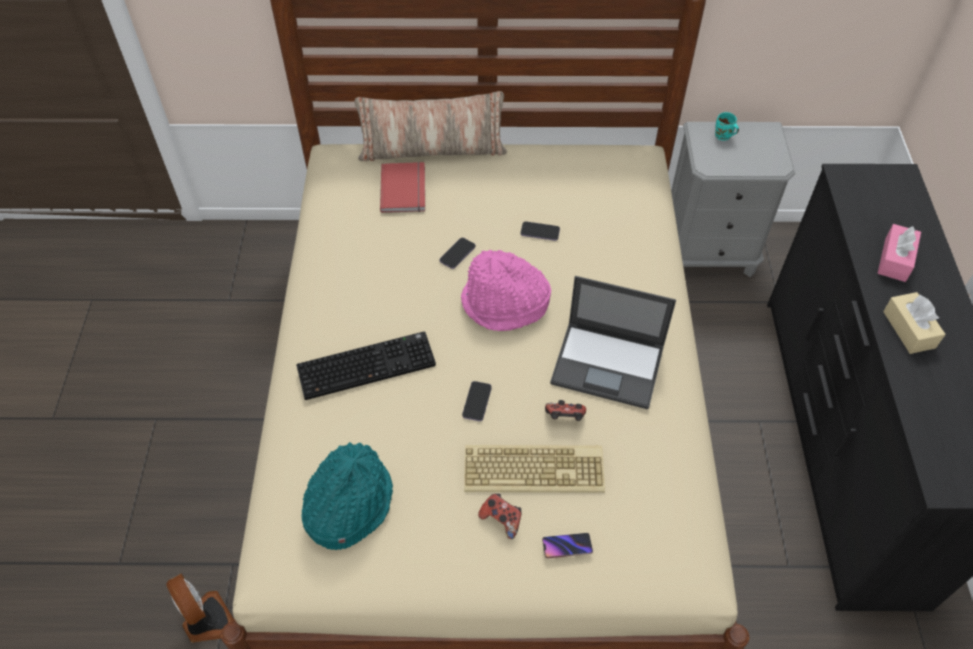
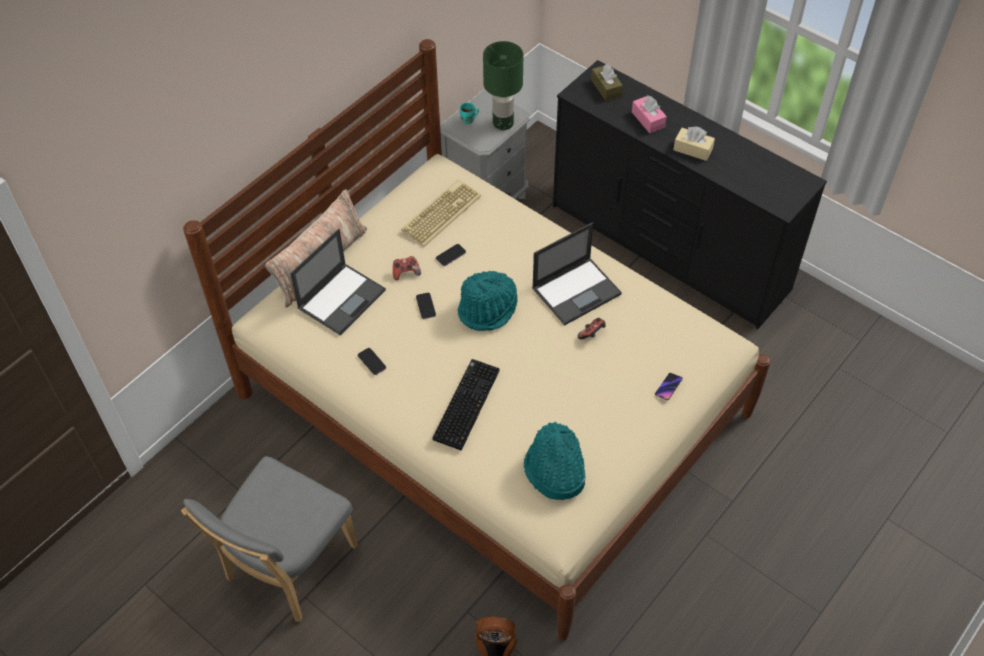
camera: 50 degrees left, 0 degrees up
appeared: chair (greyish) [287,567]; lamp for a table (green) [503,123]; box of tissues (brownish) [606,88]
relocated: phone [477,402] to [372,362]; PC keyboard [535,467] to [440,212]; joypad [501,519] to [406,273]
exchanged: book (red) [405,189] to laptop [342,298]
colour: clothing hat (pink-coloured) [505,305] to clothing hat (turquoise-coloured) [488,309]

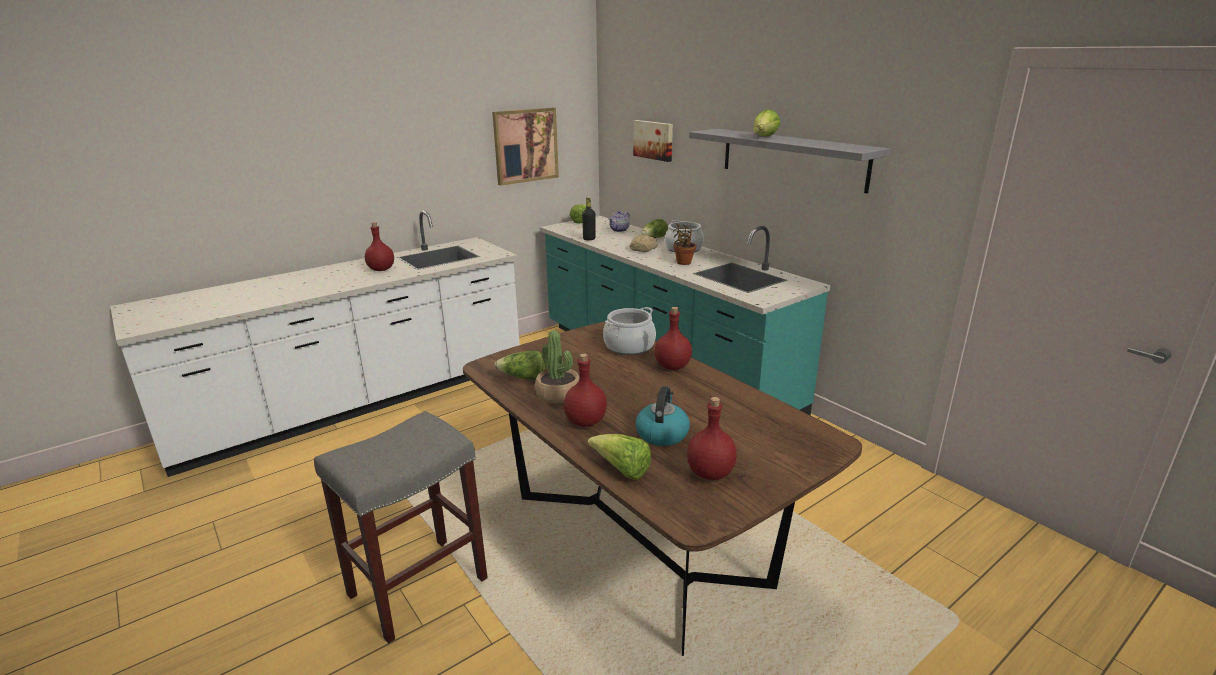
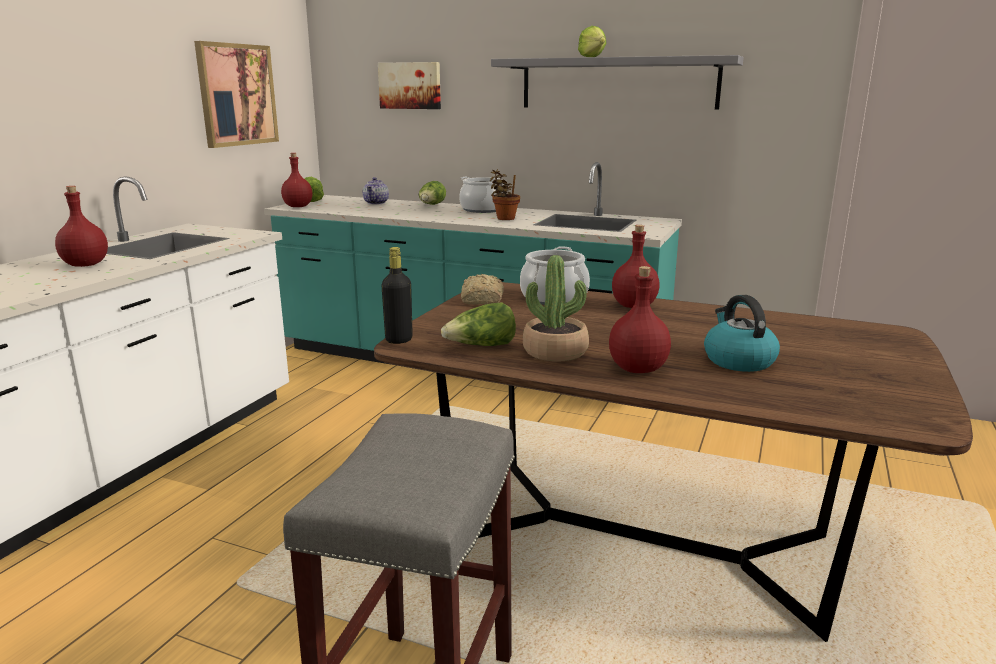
camera: 30 degrees left, 5 degrees down
missing: lettuce [621,470]
relocated: bottle (black-coloured) [589,239] to [399,340]; bakery bread [643,249] to [482,300]; bottle (red) [710,472] to [298,206]

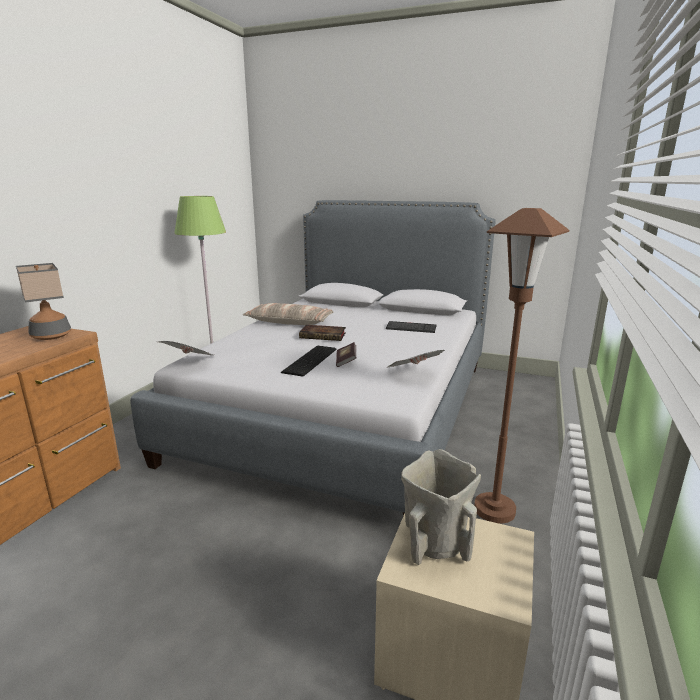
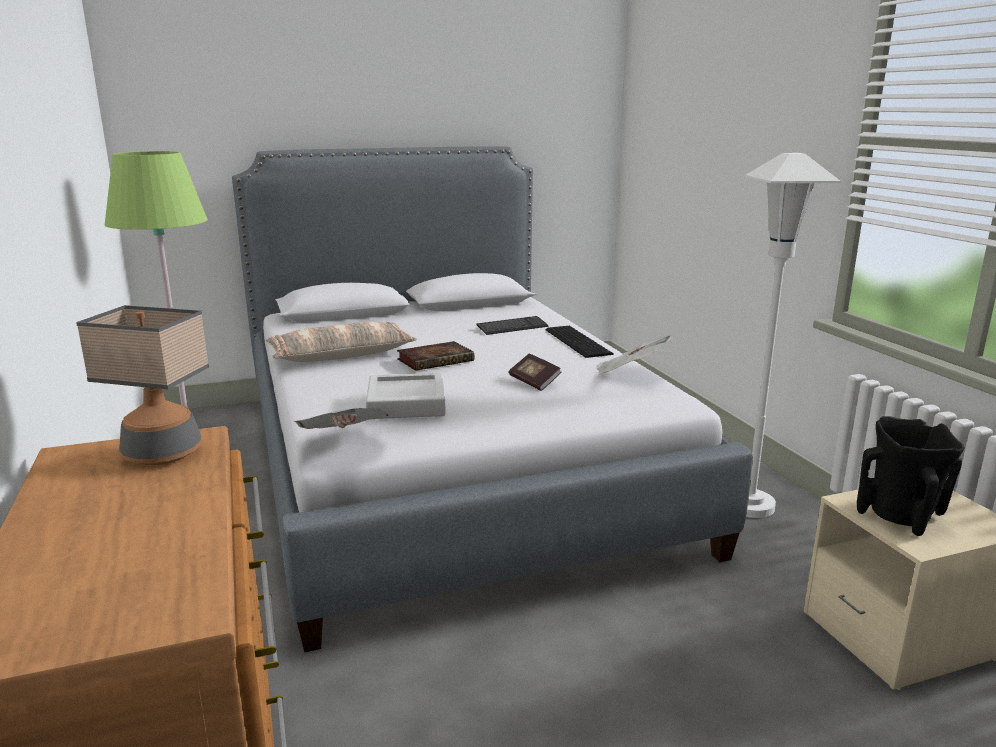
camera: 40 degrees left, 0 degrees up
appeared: tray (greyish) [406,403]
relocated: PC keyboard [312,360] to [578,341]
colour: decorative vase (sand-coloured) [435,545] to decorative vase (black-coloured) [900,517]; standing lamp (brownish) [494,510] to standing lamp (white-coloured) [750,506]

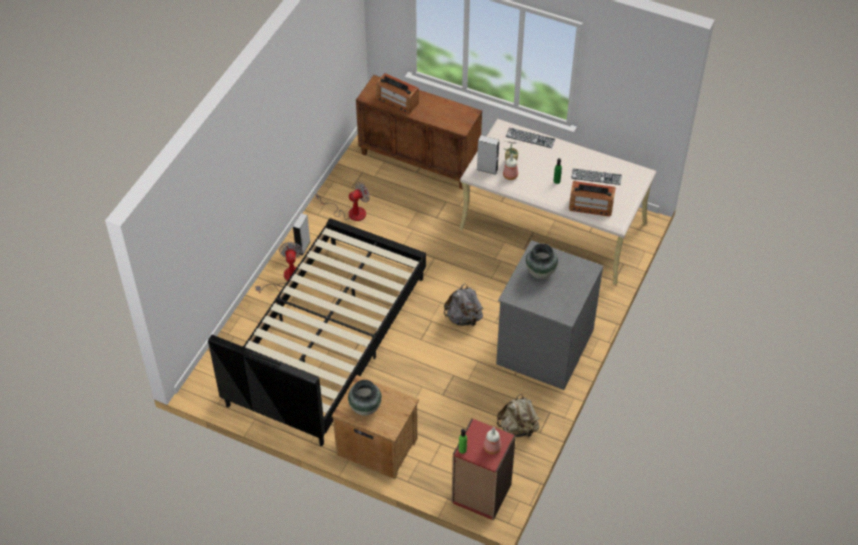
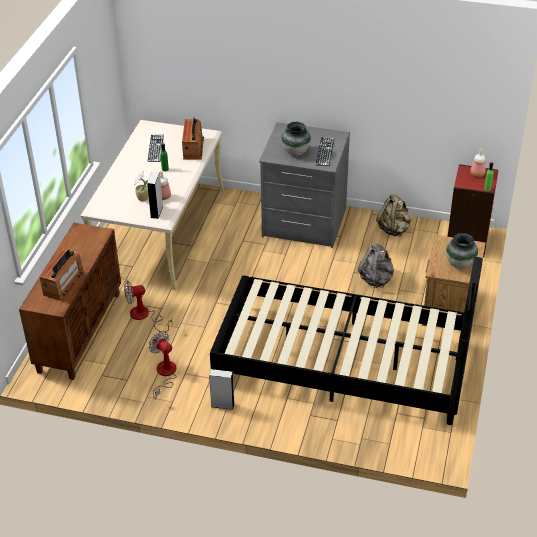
camera: 100 degrees left, 10 degrees down
relocated: cooling fan [287,278] to [144,316]; knapsack (greyish) [464,318] to [376,279]; PC keyboard [530,138] to [325,151]

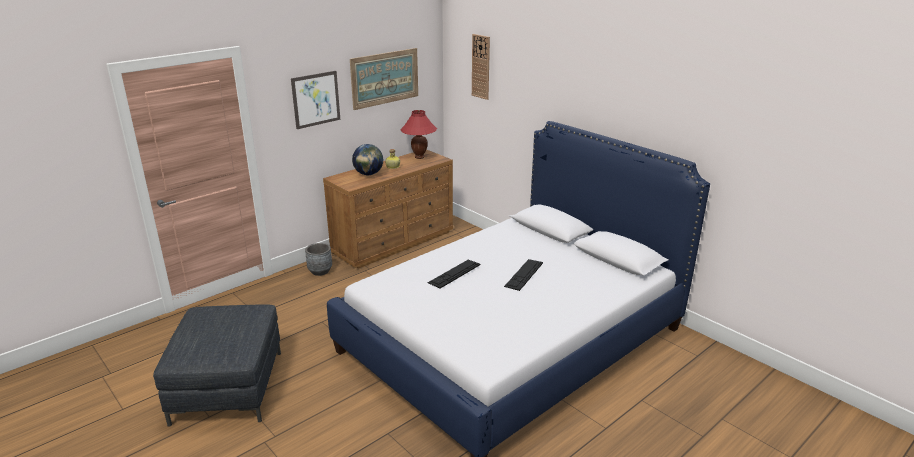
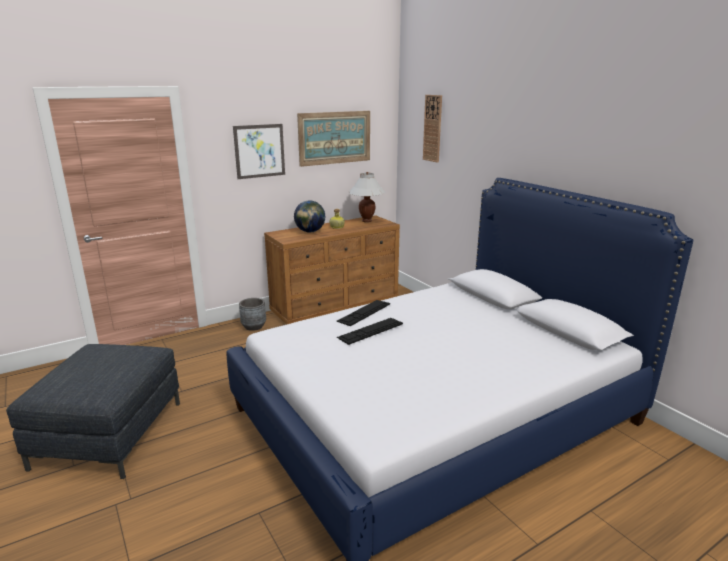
camera: 10 degrees right, 5 degrees down
relocated: PC keyboard [524,274] to [364,312]
colour: lamp for a table (red) [419,157] to lamp for a table (white-coloured) [367,221]

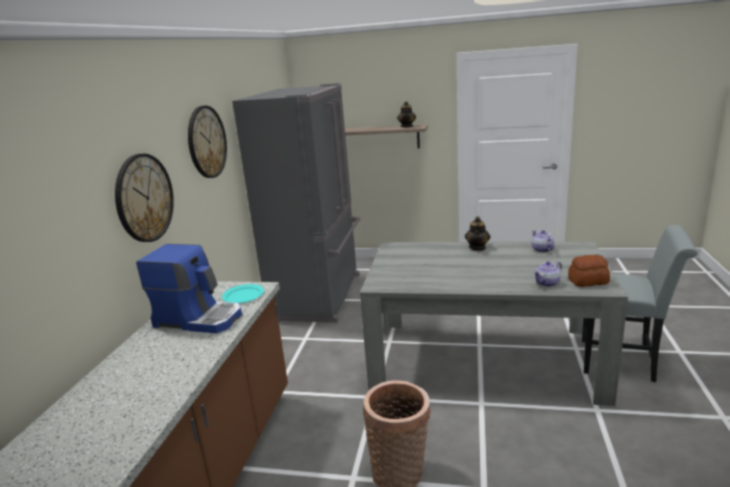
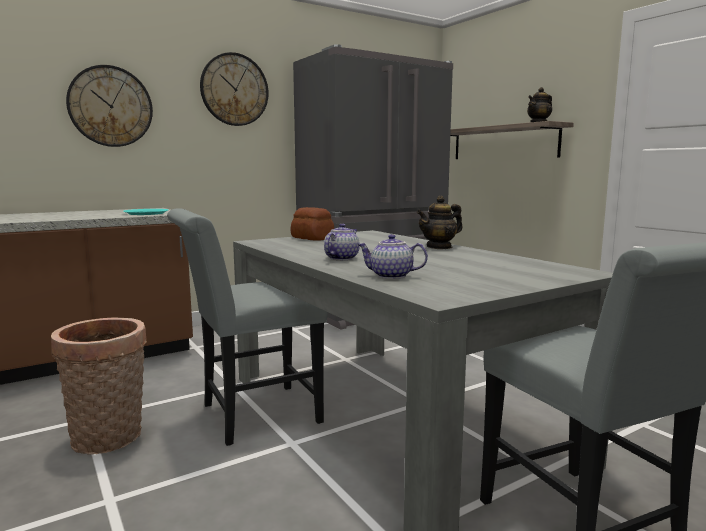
camera: 45 degrees right, 10 degrees down
missing: coffee brewer [199,318]
appeared: chair (greyish) [251,415]
relocated: pot for tea [541,250] to [341,258]; bakery bread [587,281] to [312,238]

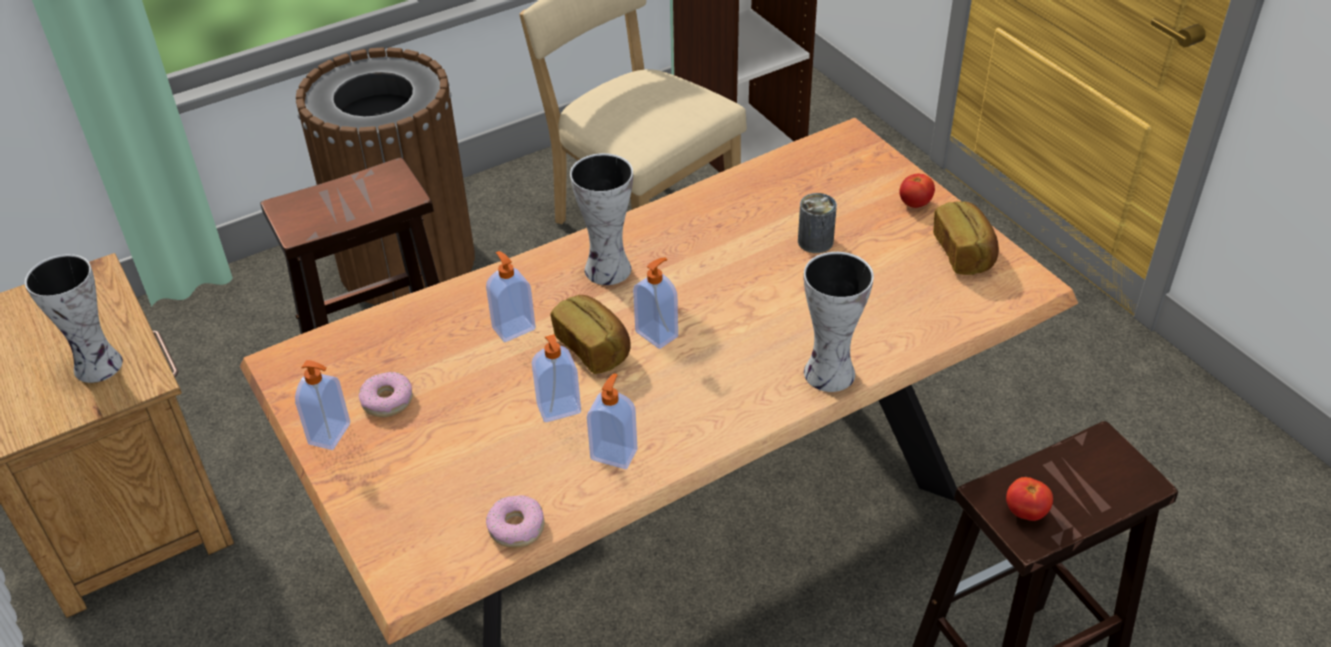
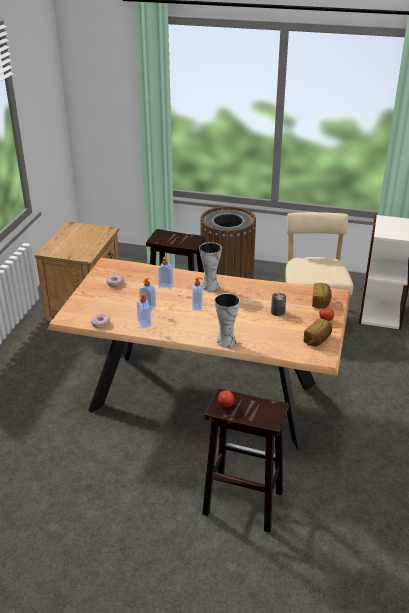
camera: 45 degrees right, 10 degrees down
missing: decorative vase [99,367]; liquid soap bottle [331,434]
relocated: bakery bread [593,348] to [321,302]

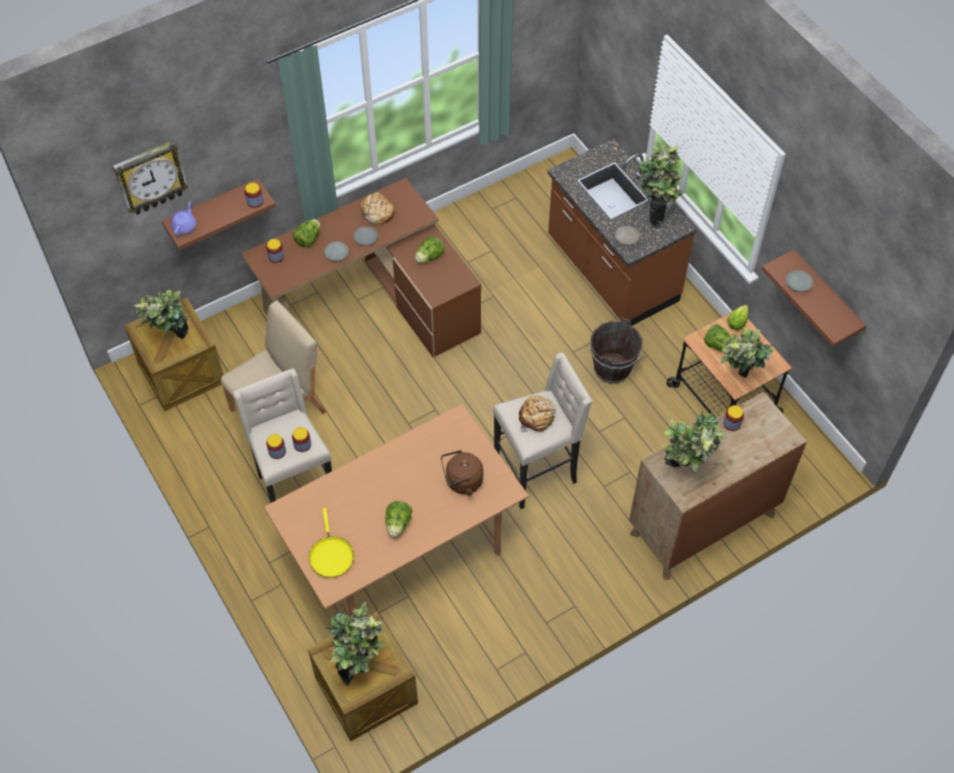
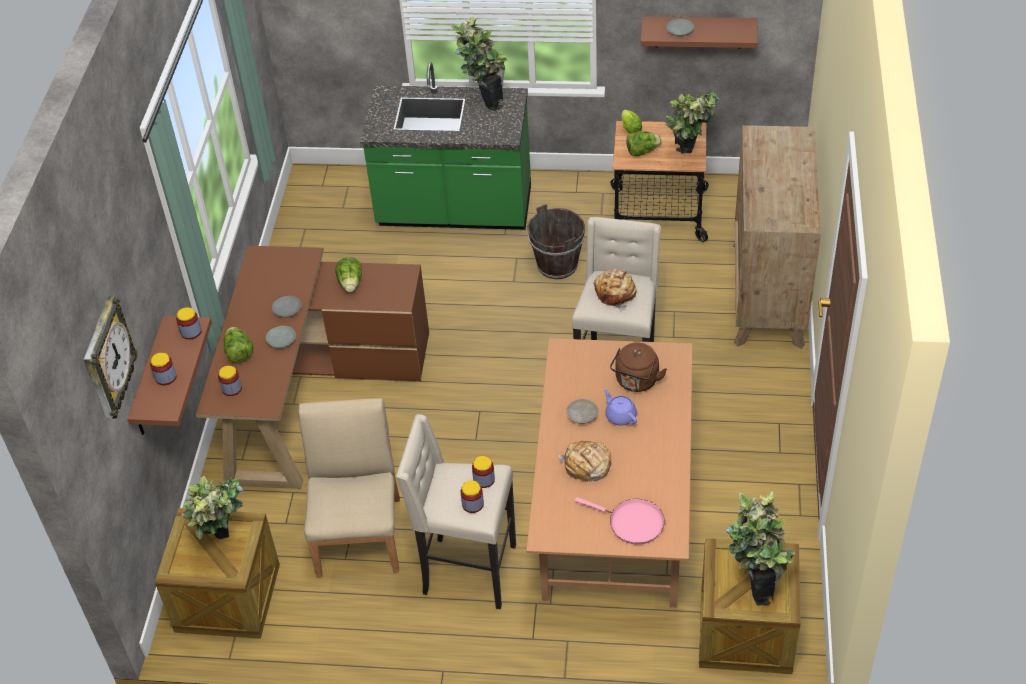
camera: 50 degrees left, 10 degrees down
missing: lettuce [398,524]; potted plant [685,473]
relocated: pot for tea (purplish) [185,226] to [620,416]; bakery bread [377,213] to [587,466]; flat dish (sand-coloured) [626,238] to [582,415]; preserve jar [732,423] to [165,377]
colour: frying pan (yellow) [331,555] to frying pan (pink-coloured) [632,523]; kitchen base unit (brownish) [611,271] to kitchen base unit (green) [454,211]

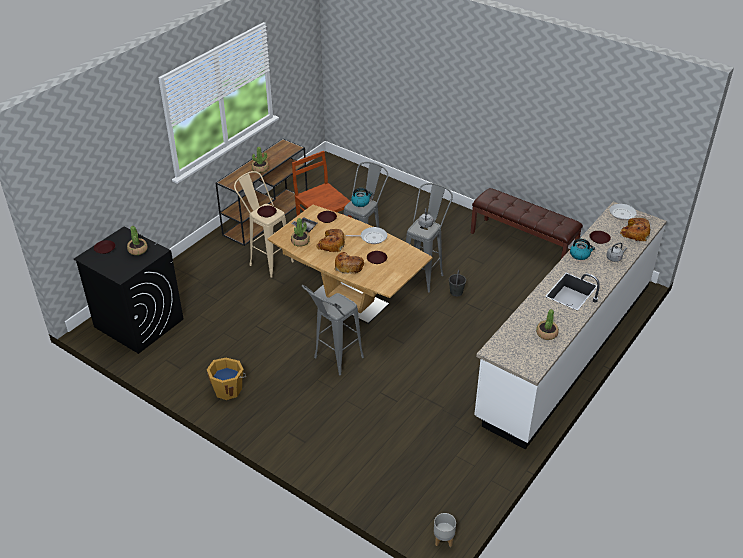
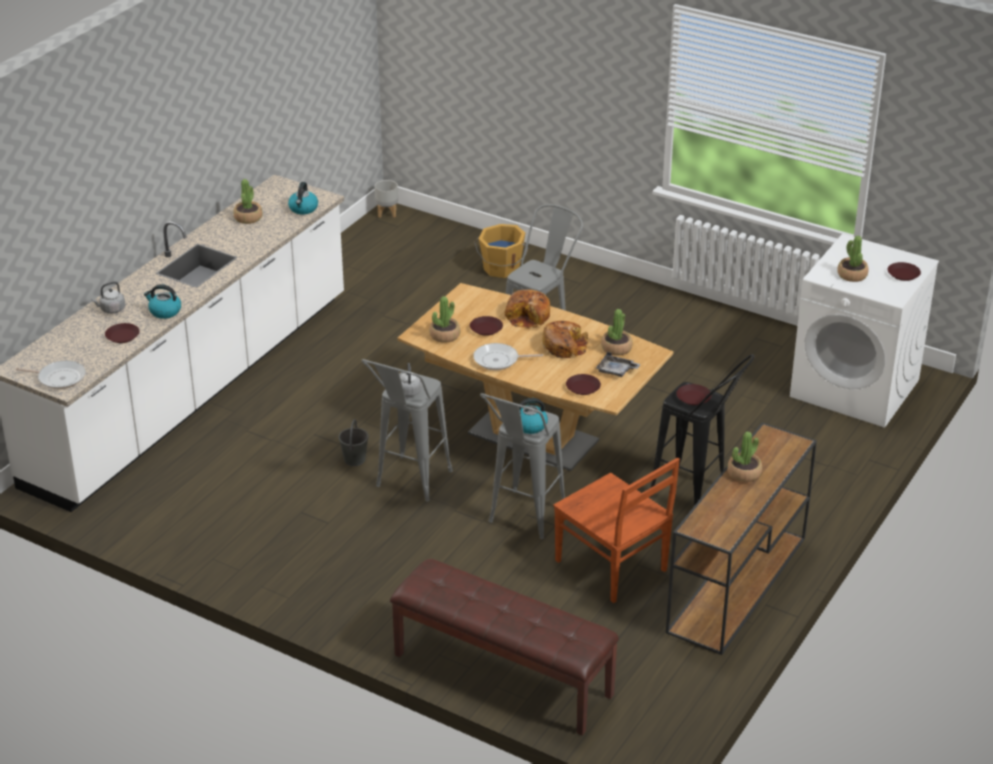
camera: 175 degrees right, 5 degrees down
missing: bakery bread [634,233]
appeared: kettle [303,209]; potted plant [444,335]
relocated: pail (orange) [228,389] to [501,269]; long seat (brownish) [523,243] to [501,675]
colour: washing machine (black-coloured) [138,323] to washing machine (white-coloured) [855,388]; sitting stool (sand-coloured) [266,261] to sitting stool (black-coloured) [697,494]

